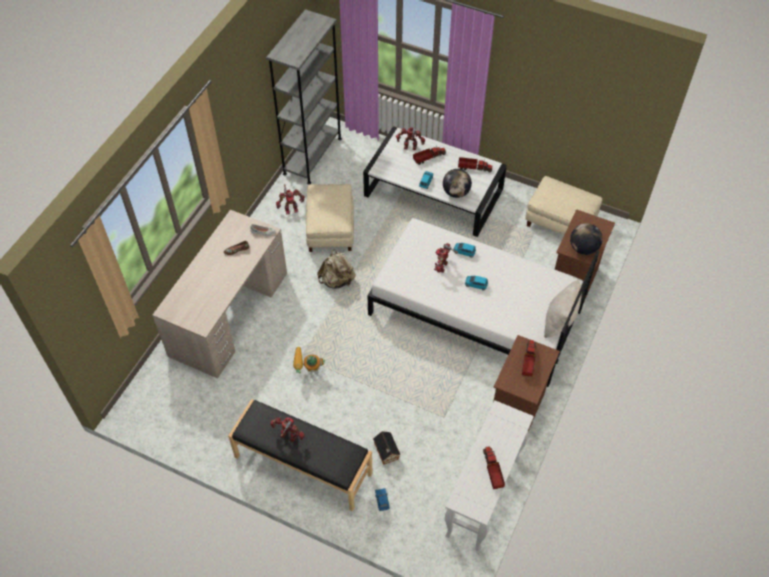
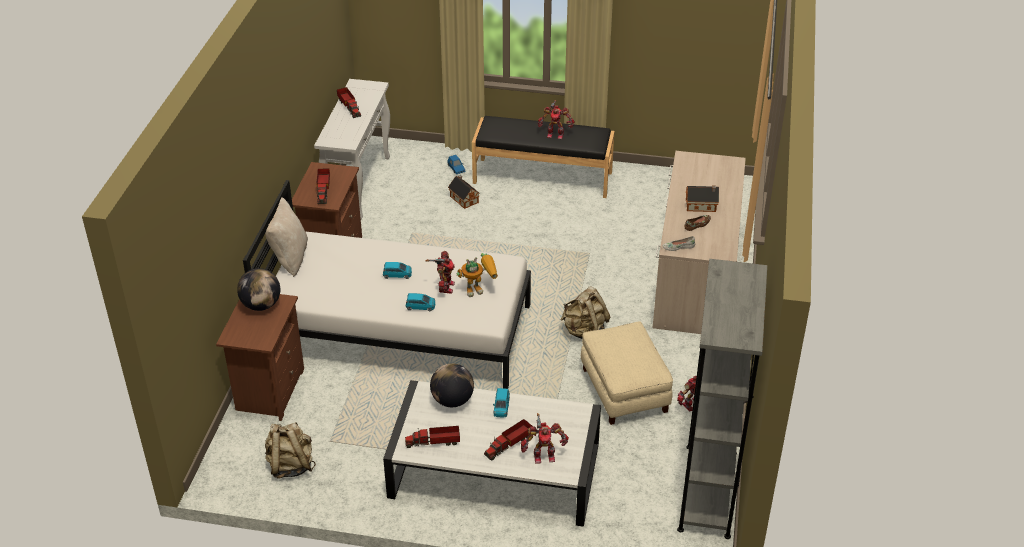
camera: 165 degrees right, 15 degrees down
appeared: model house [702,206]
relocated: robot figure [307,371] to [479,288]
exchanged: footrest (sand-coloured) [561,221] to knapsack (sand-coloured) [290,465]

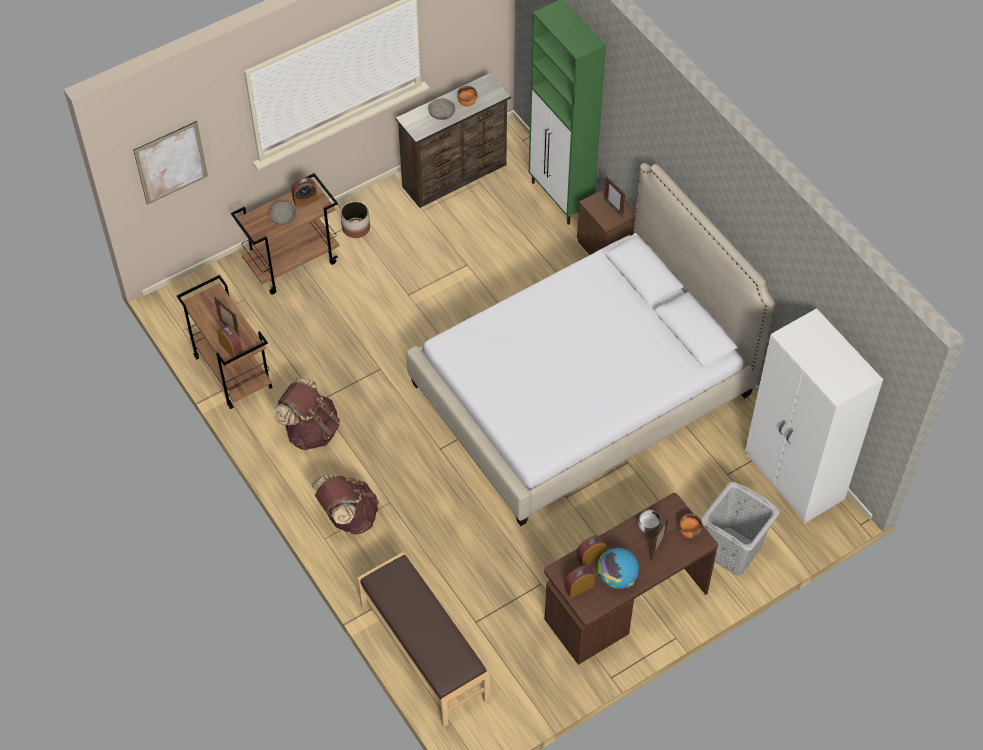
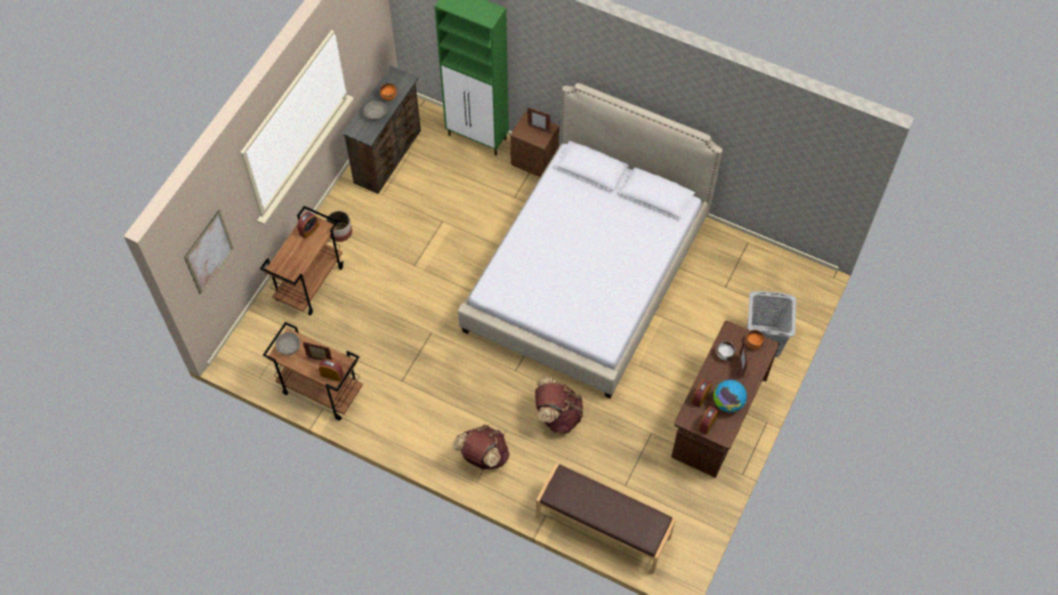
camera: 30 degrees left, 5 degrees up
missing: armoire (white-coloured) [794,478]
relocated: deep dish (greyish) [283,218] to [288,346]; knapsack (brownish) [311,431] to [557,415]

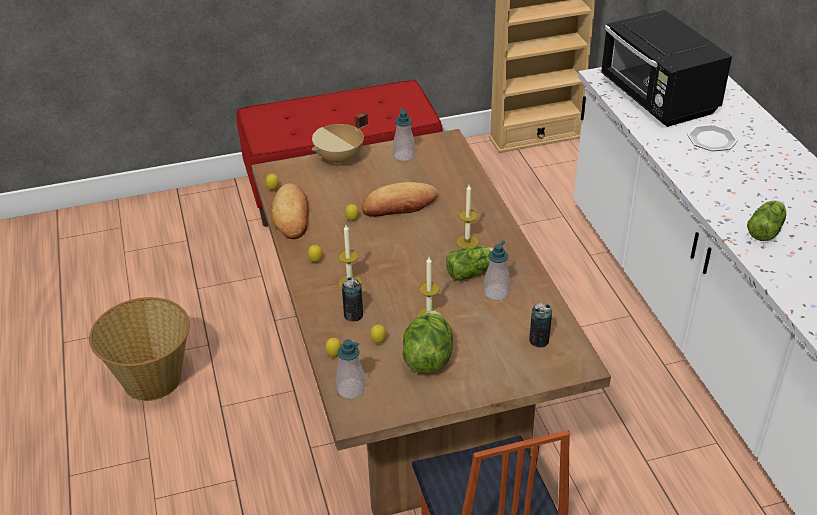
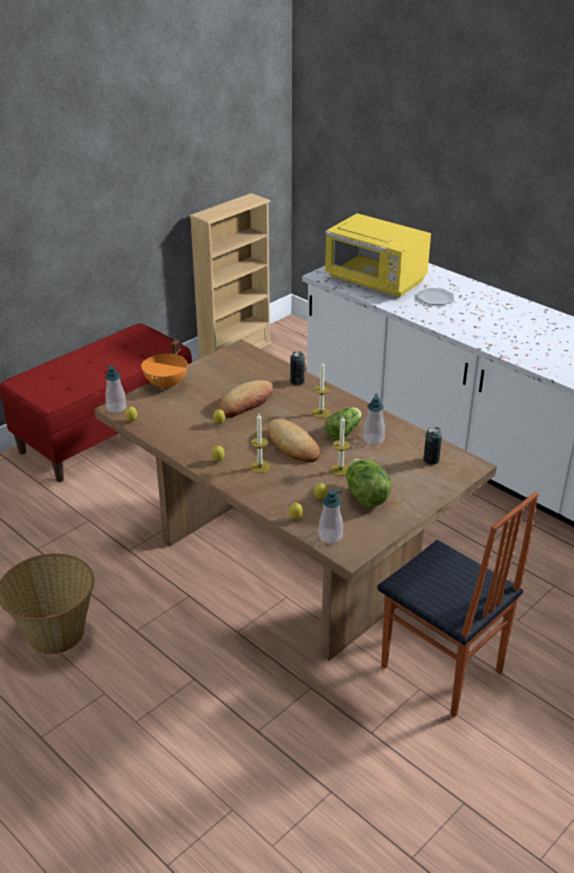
camera: 30 degrees left, 5 degrees down
missing: lettuce [766,229]
relocated: bakery bread [292,215] to [293,445]; can [353,315] to [297,381]; liquid soap bottle [404,155] to [116,408]
colour: cooking pot (sand-coloured) [340,159] to cooking pot (orange) [167,384]; kitchen microwave (black-coloured) [658,99] to kitchen microwave (yellow) [376,281]

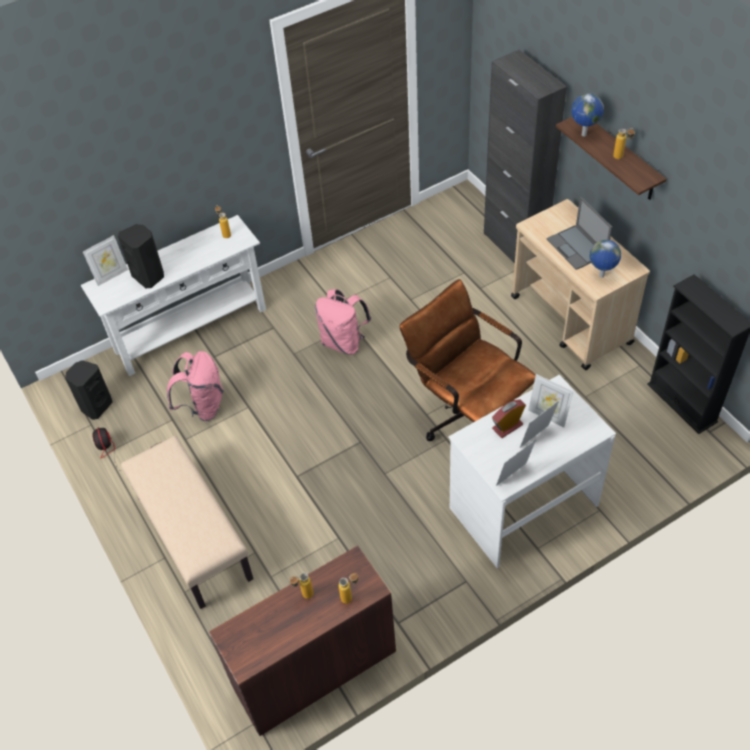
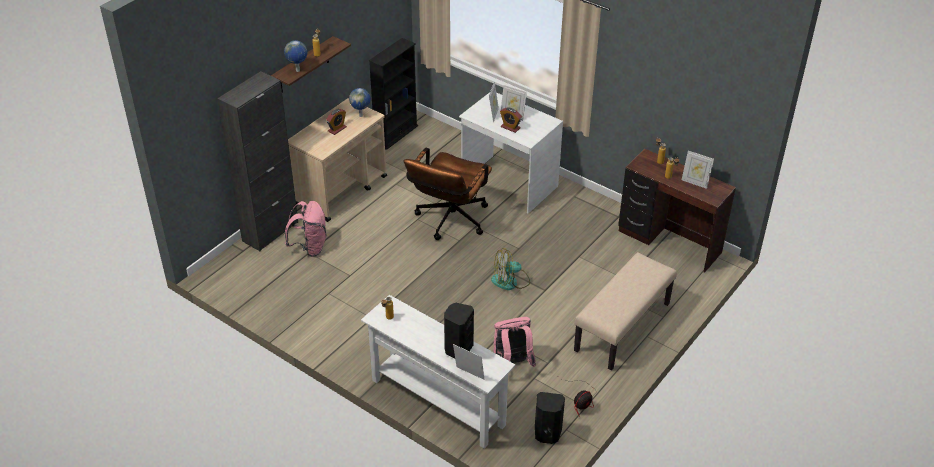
camera: 115 degrees left, 10 degrees down
appeared: cooling fan [510,281]
relocated: knapsack (pink-coloured) [344,342] to [310,247]; photo frame [514,477] to [695,182]
exchanged: laptop [577,247] to table clock [337,129]

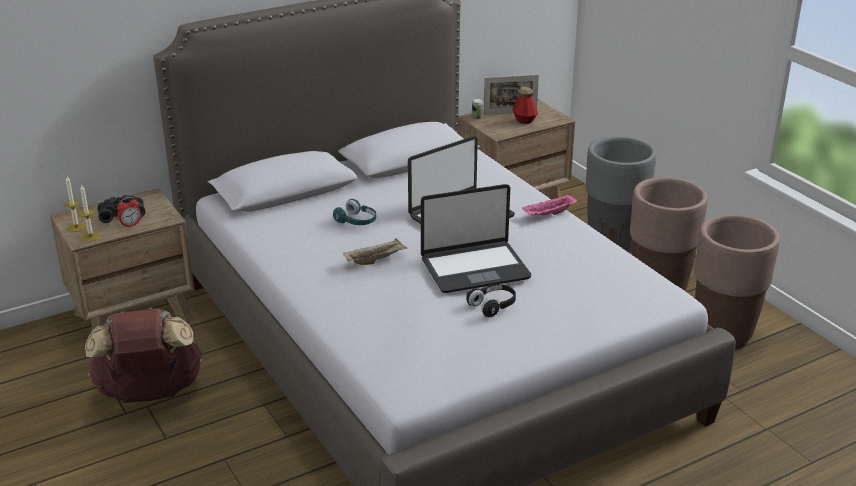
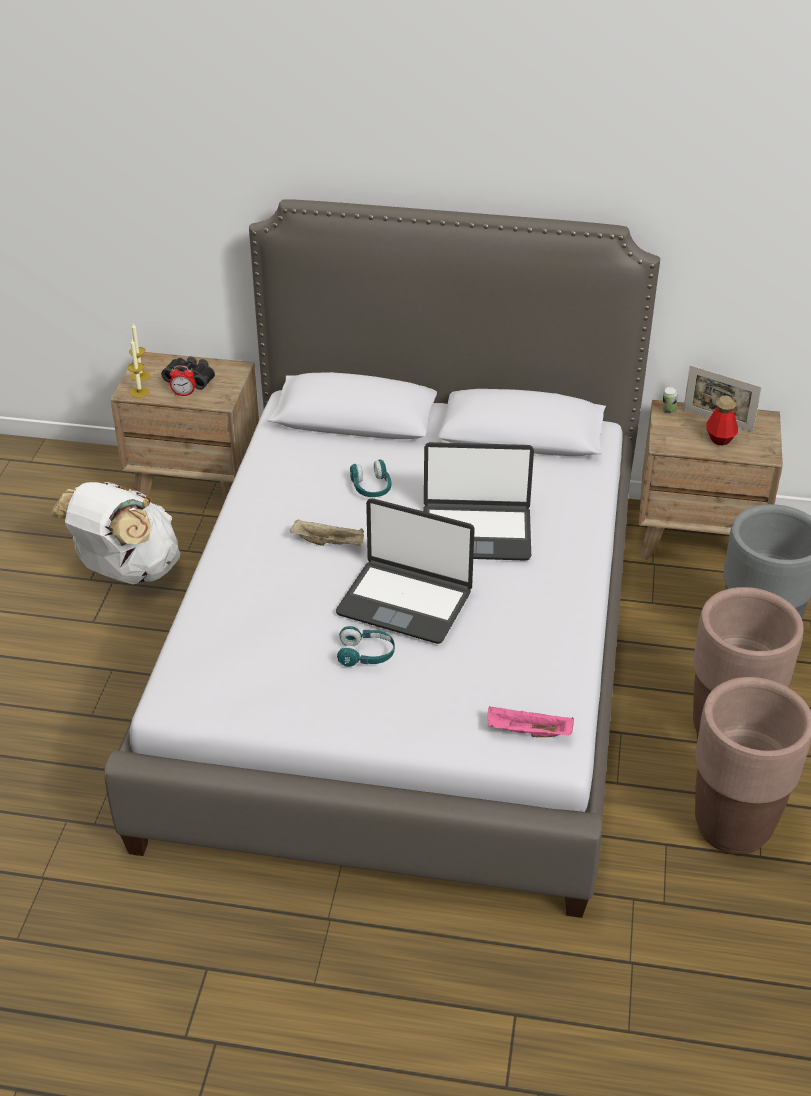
camera: 40 degrees right, 10 degrees up
relocated: tray (pink-coloured) [549,214] to [527,732]
colour: knapsack (brownish) [150,394] to knapsack (white-coloured) [126,571]; headphones (black-coloured) [493,306] to headphones (turquoise-coloured) [366,655]

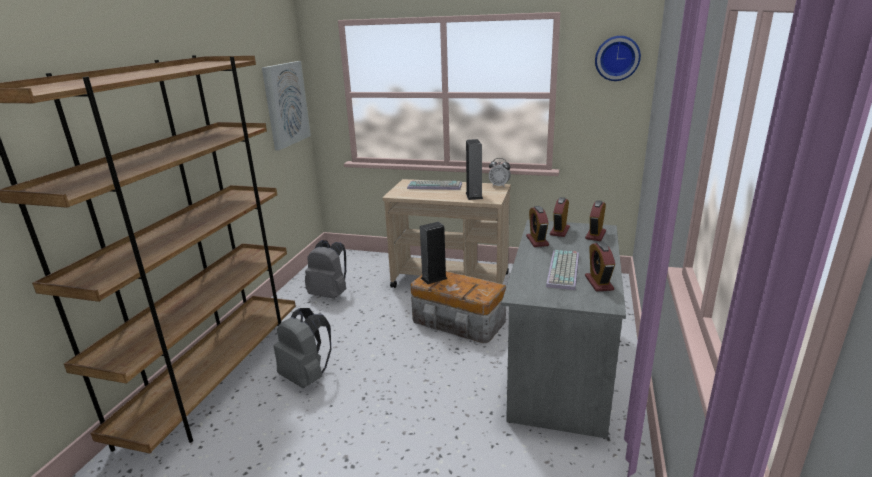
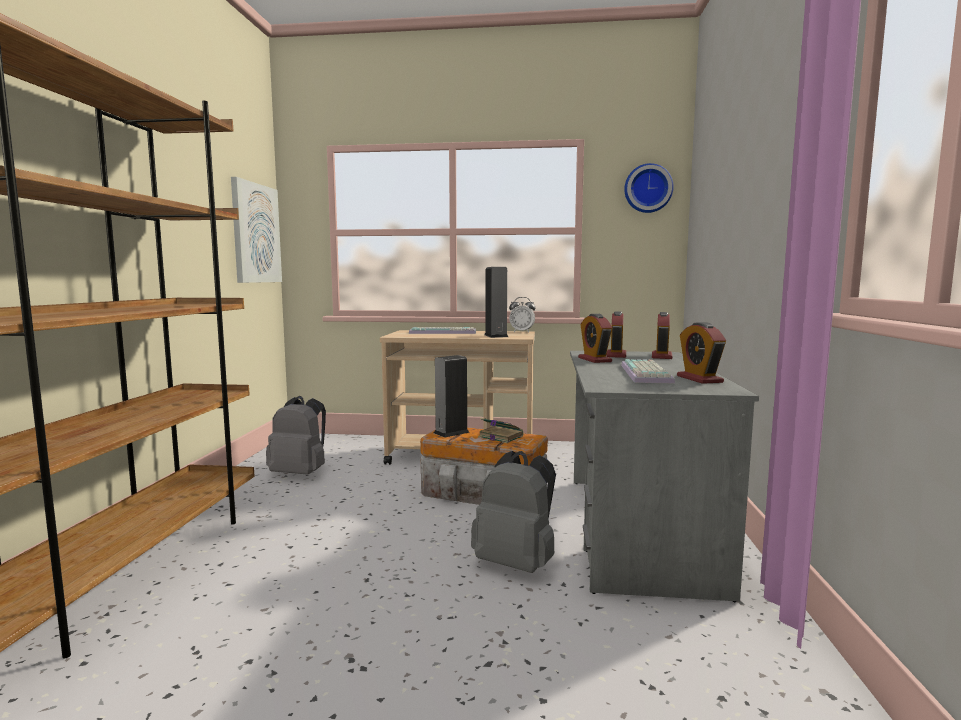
camera: 10 degrees left, 15 degrees down
appeared: book [500,436]
relocated: knapsack (greyish) [307,377] to [517,563]

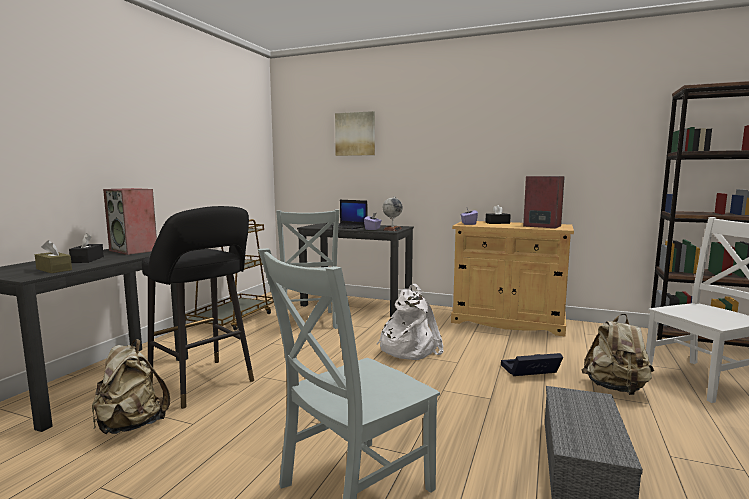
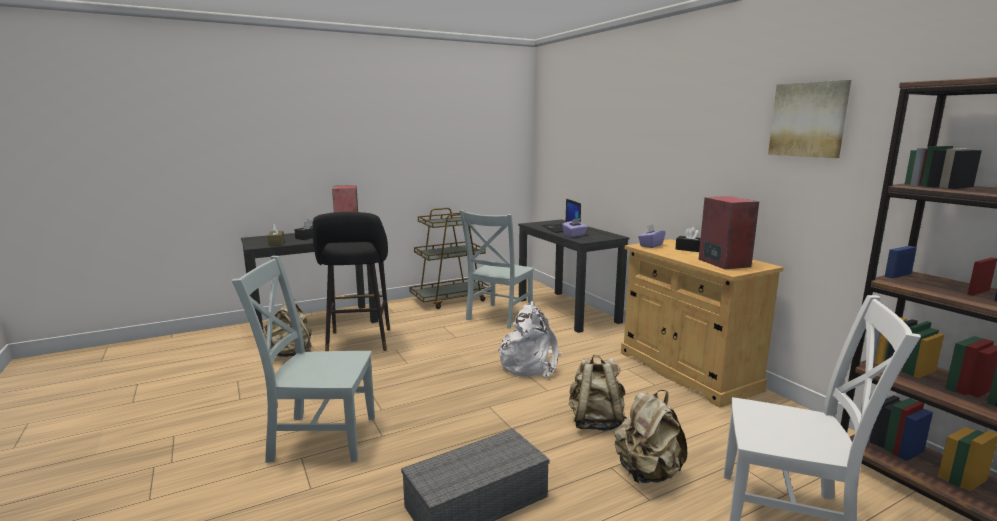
camera: 40 degrees right, 5 degrees up
missing: desk globe [392,229]
relocated: wall picture [355,134] to [808,119]
exchanged: storage box (black-coloured) [529,371] to knapsack (sand-coloured) [596,422]

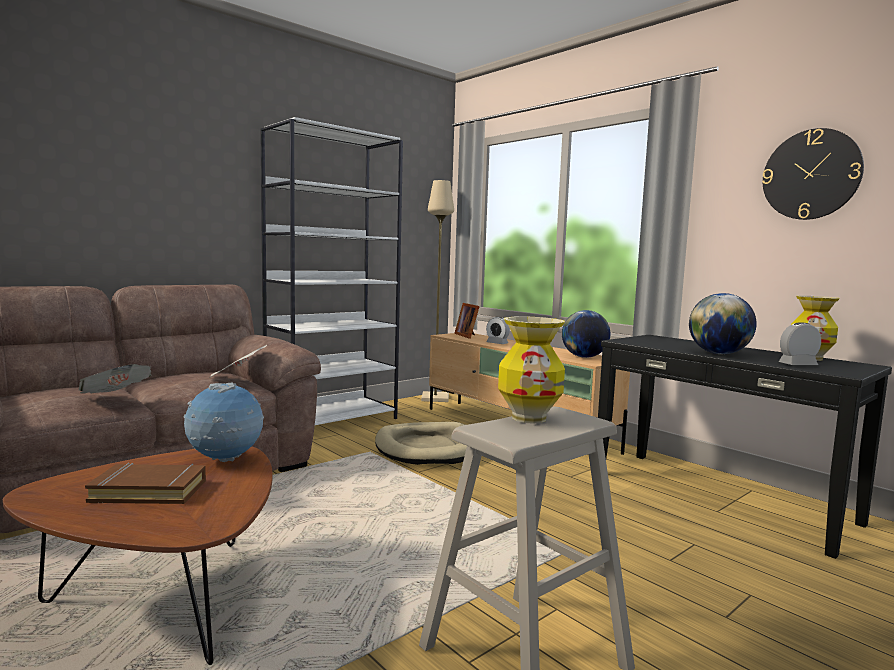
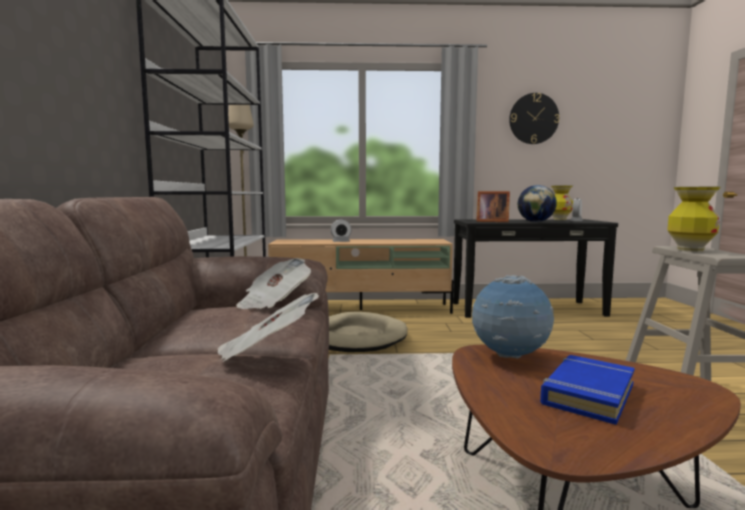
camera: 50 degrees left, 0 degrees up
missing: desk globe [584,357]
relocated: photo frame [467,336] to [491,221]
colour: book (brownish) [149,491] to book (blue-coloured) [587,394]

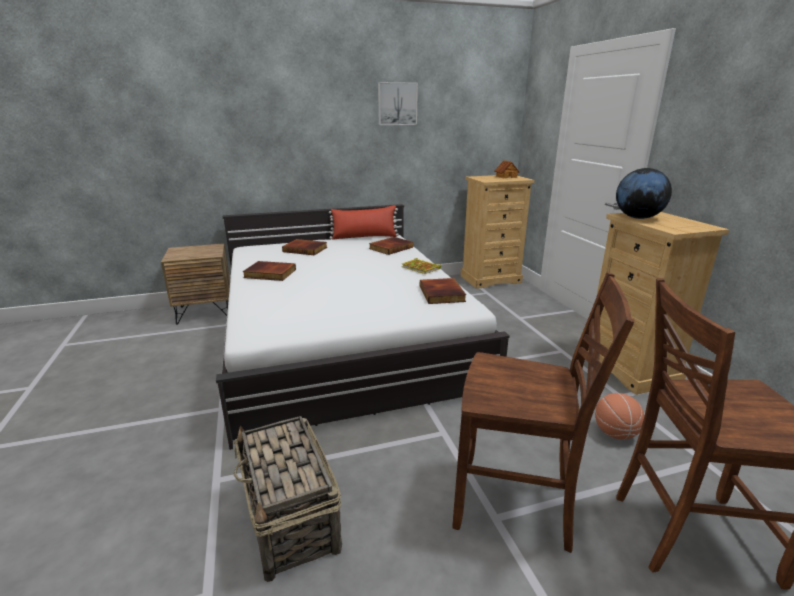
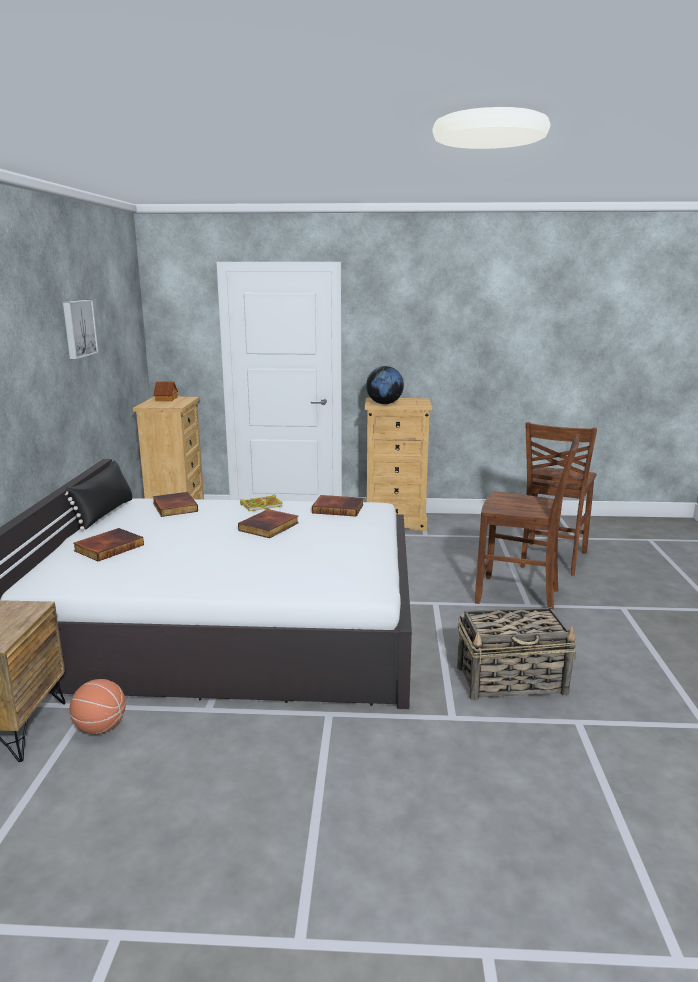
camera: 70 degrees left, 5 degrees down
relocated: book [269,274] to [269,527]; basketball ball [615,433] to [101,727]
colour: throw pillow (red) [364,237] to throw pillow (black-coloured) [104,513]
spun: chair (brownish) [516,505] = [519,596] 75 degrees clockwise

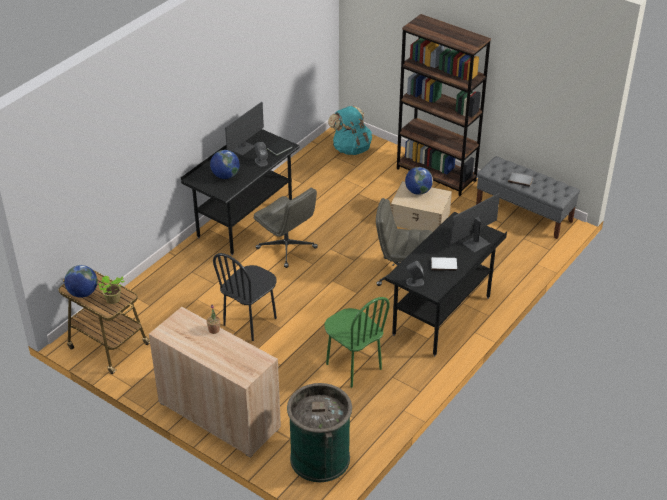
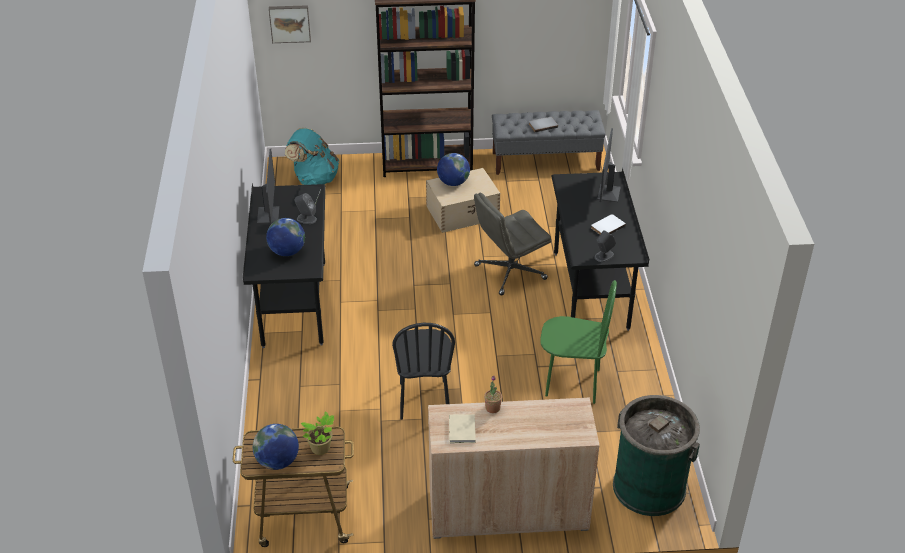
camera: 40 degrees left, 0 degrees up
missing: office chair (greyish) [287,248]
appeared: wall picture [290,23]; book (sand-coloured) [461,430]

